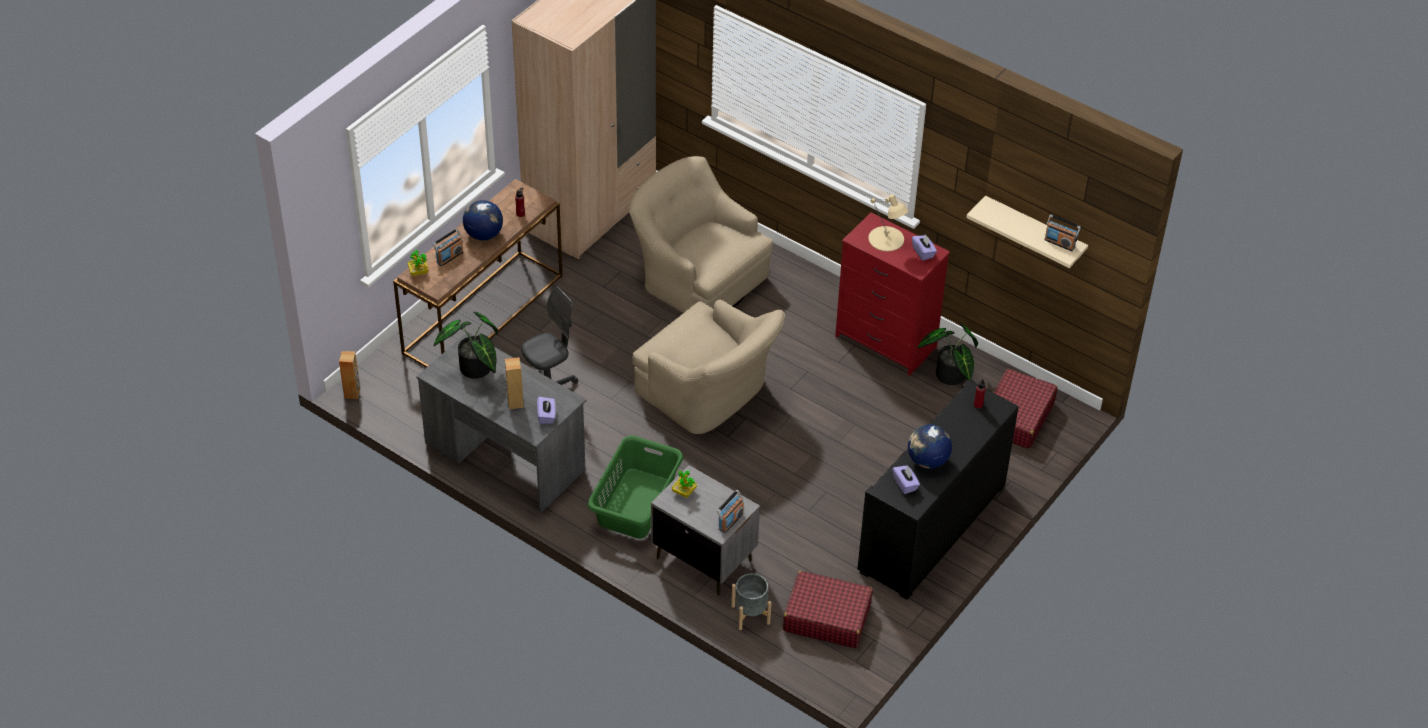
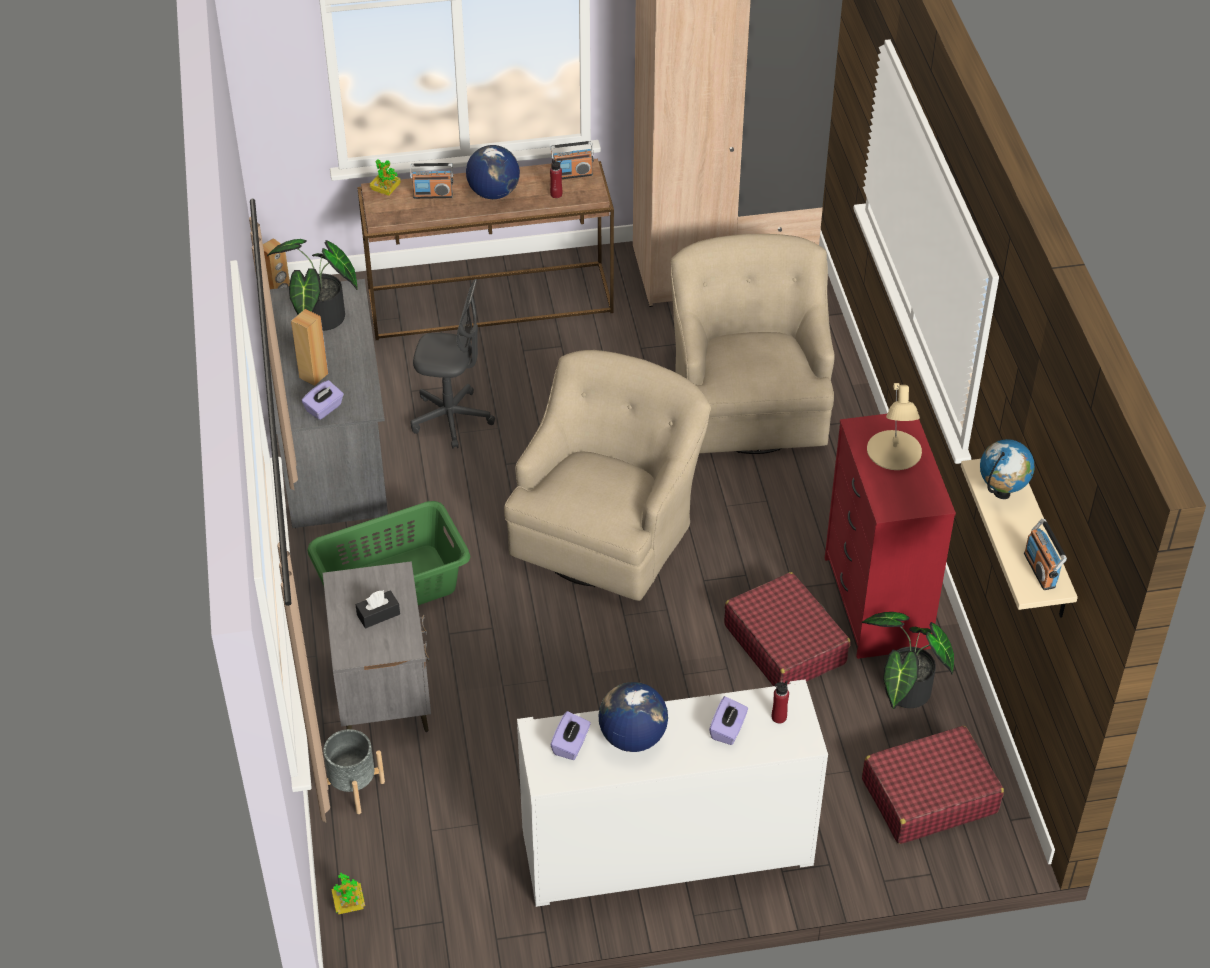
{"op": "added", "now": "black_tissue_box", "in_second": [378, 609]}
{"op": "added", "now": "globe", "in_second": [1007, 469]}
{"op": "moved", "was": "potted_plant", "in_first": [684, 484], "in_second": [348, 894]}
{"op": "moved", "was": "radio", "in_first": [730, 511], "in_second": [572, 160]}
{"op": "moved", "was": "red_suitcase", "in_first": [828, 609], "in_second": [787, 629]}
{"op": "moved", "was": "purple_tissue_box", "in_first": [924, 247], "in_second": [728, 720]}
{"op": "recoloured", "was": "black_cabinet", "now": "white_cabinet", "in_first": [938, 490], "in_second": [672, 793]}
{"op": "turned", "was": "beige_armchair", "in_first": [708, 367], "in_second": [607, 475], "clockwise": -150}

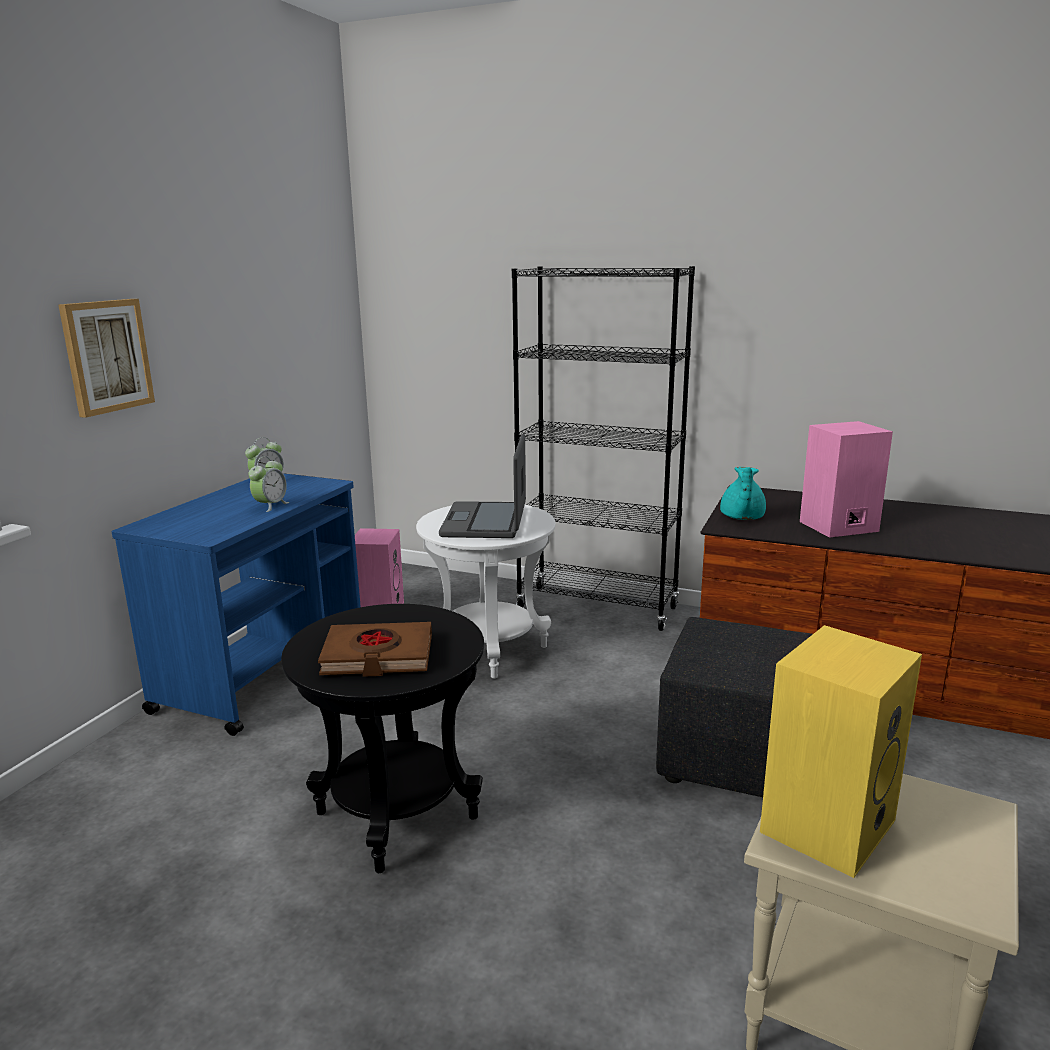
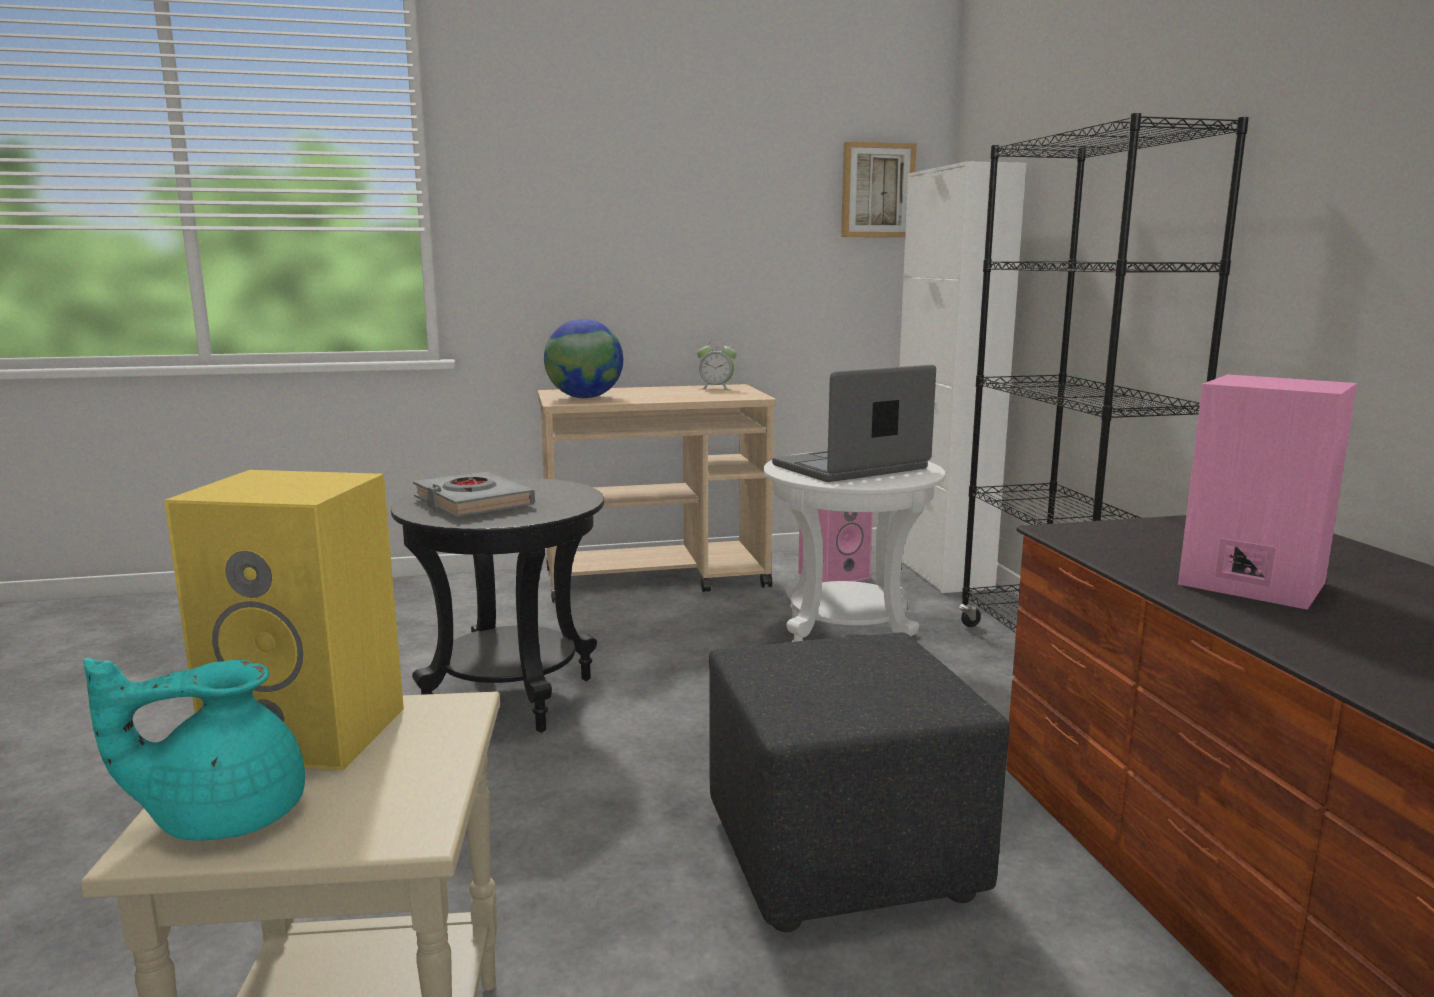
{"op": "removed", "was": "alarm_clock", "in_first": [268, 484]}
{"op": "added", "now": "globe", "in_second": [583, 358]}
{"op": "added", "now": "white_cabinet", "in_second": [962, 377]}
{"op": "moved", "was": "picture", "in_first": [107, 358], "in_second": [879, 189]}
{"op": "moved", "was": "turquoise_teapot", "in_first": [743, 493], "in_second": [194, 749]}
{"op": "recoloured", "was": "blue_cart", "now": "beige_cart", "in_first": [236, 604], "in_second": [657, 493]}
{"op": "recoloured", "was": "brown_book", "now": "grey_book", "in_first": [375, 649], "in_second": [474, 494]}

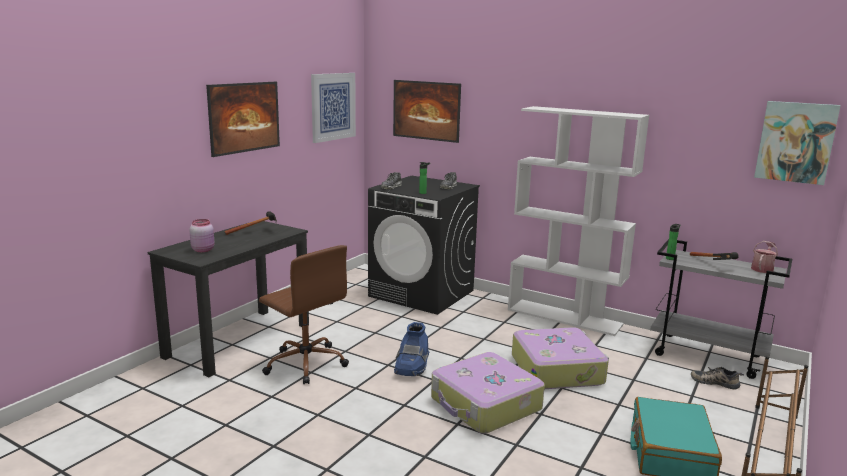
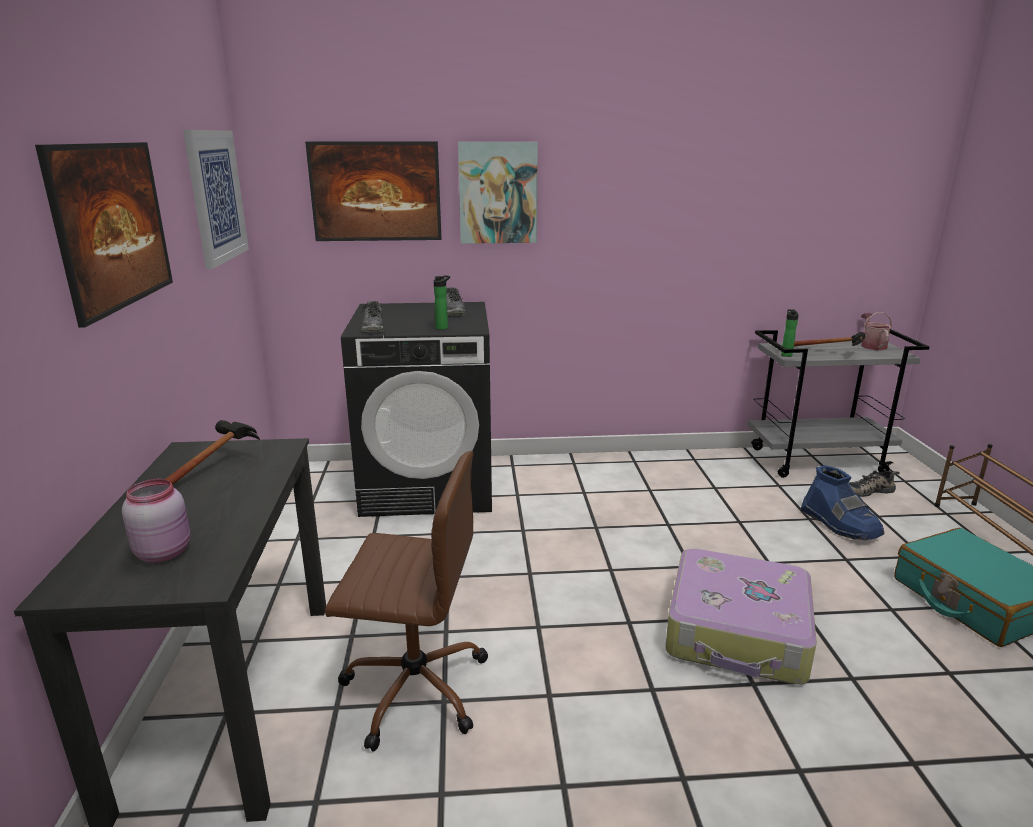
{"op": "removed", "was": "white_bookcase", "in_first": [578, 221]}
{"op": "removed", "was": "suitcase", "in_first": [560, 358]}
{"op": "moved", "was": "blue_boot", "in_first": [411, 349], "in_second": [843, 502]}
{"op": "moved", "was": "picture", "in_first": [797, 143], "in_second": [498, 193]}

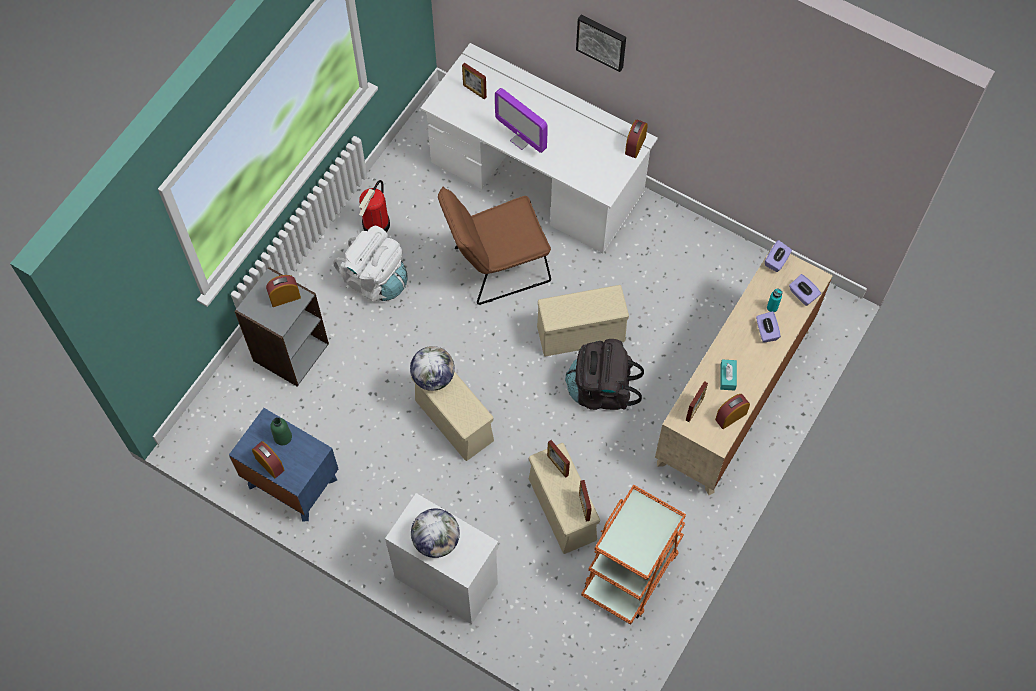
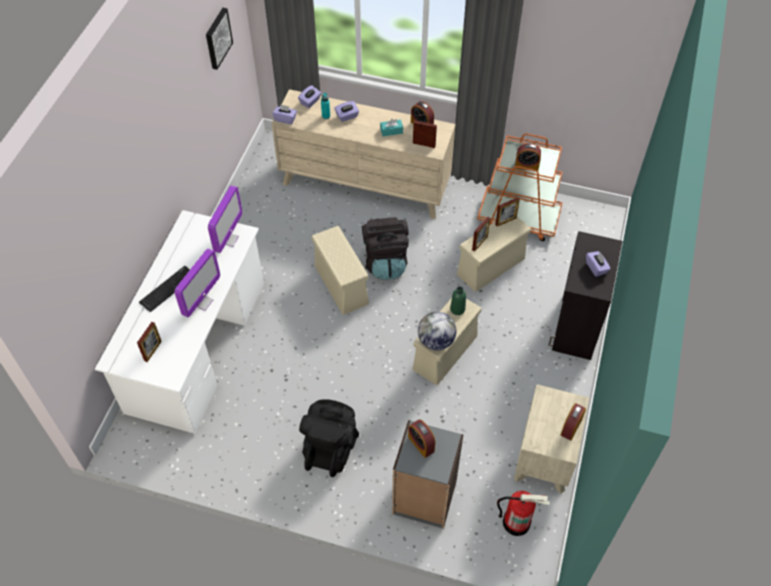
{"op": "removed", "was": "brown_chair", "in_first": [494, 246]}
{"op": "added", "now": "keyboard", "in_second": [164, 289]}
{"op": "added", "now": "monitor", "in_second": [225, 219]}
{"op": "moved", "was": "green_bottle", "in_first": [281, 431], "in_second": [458, 300]}
{"op": "moved", "was": "fire_extinguisher", "in_first": [374, 206], "in_second": [523, 513]}
{"op": "moved", "was": "picture", "in_first": [601, 43], "in_second": [219, 39]}
{"op": "moved", "was": "alarm_clock", "in_first": [636, 139], "in_second": [528, 157]}
{"op": "replaced", "was": "globe", "now": "purple_tissue_box", "in_first": [435, 533], "in_second": [598, 264]}
{"op": "recoloured", "was": "blue_nightstand", "now": "beige_nightstand", "in_first": [283, 464], "in_second": [551, 439]}
{"op": "recoloured", "was": "white_backpack", "now": "black_backpack", "in_first": [370, 264], "in_second": [329, 438]}
{"op": "recoloured", "was": "white_cabinet", "now": "black_cabinet", "in_first": [441, 558], "in_second": [585, 295]}

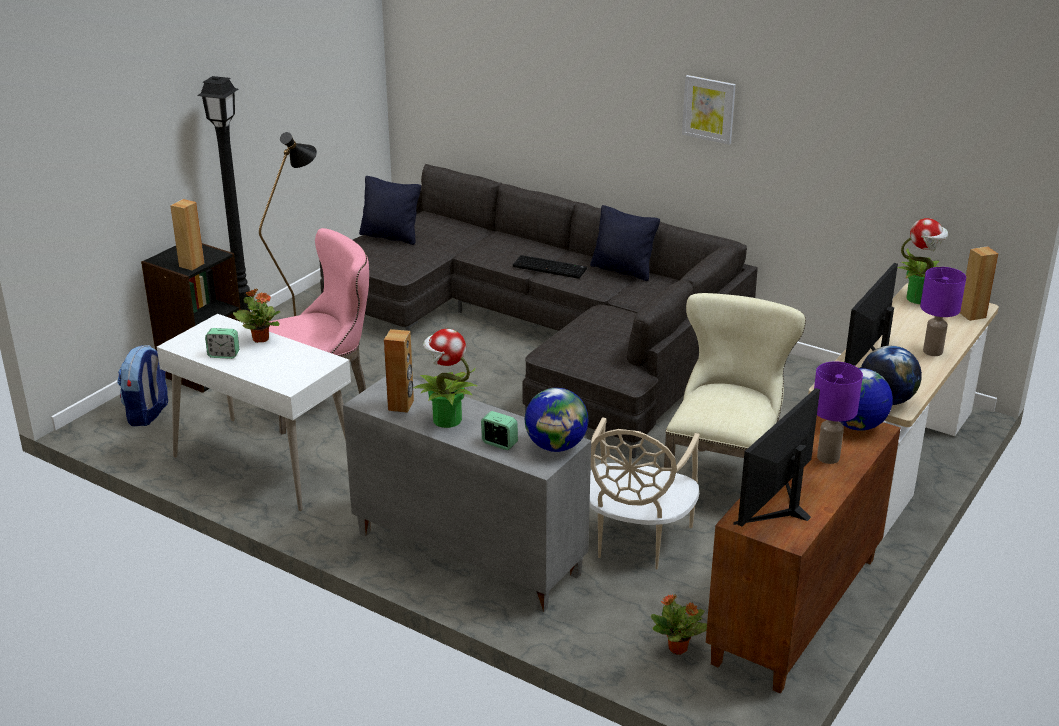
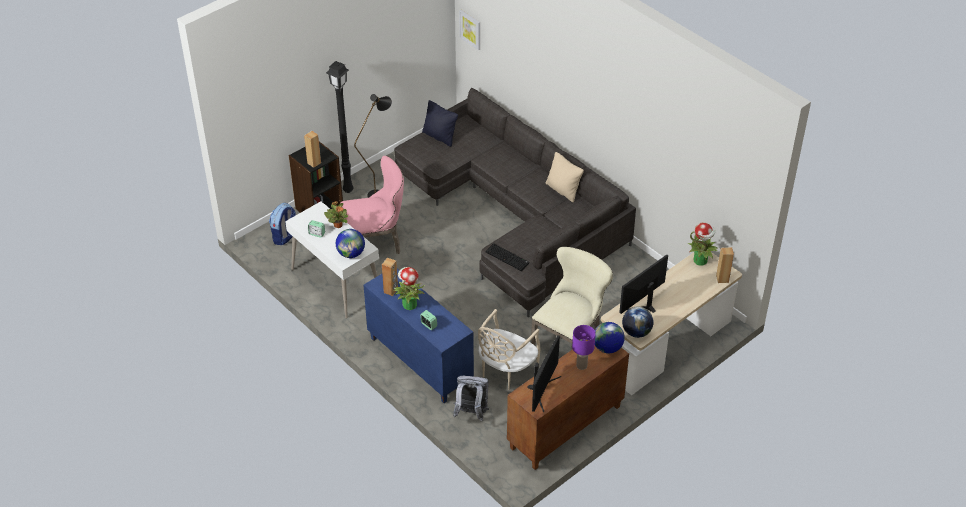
{"op": "removed", "was": "potted_plant", "in_first": [679, 624]}
{"op": "removed", "was": "purple_table_lamp", "in_first": [943, 311]}
{"op": "added", "now": "grey_backpack", "in_second": [471, 398]}
{"op": "moved", "was": "keyboard", "in_first": [550, 267], "in_second": [507, 257]}
{"op": "moved", "was": "globe", "in_first": [557, 420], "in_second": [350, 243]}
{"op": "moved", "was": "picture", "in_first": [709, 110], "in_second": [469, 30]}
{"op": "recoloured", "was": "grey_cabinet", "now": "blue_cabinet", "in_first": [467, 494], "in_second": [418, 335]}
{"op": "recoloured", "was": "black_pillow", "now": "beige_pillow", "in_first": [625, 243], "in_second": [565, 177]}
{"op": "turned", "was": "monitor", "in_first": [776, 457], "in_second": [544, 374], "clockwise": 150}

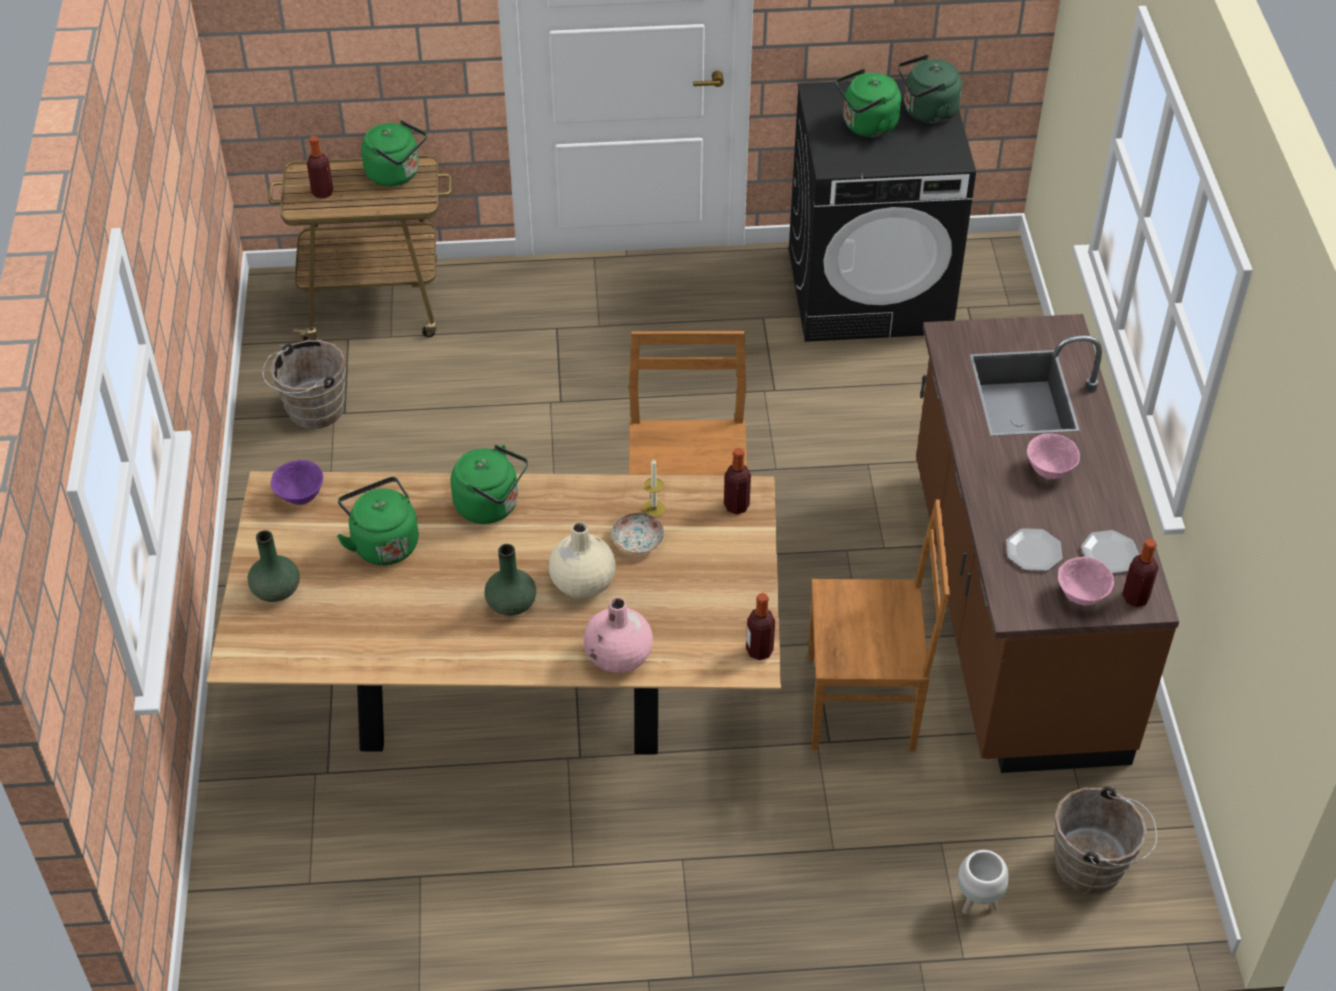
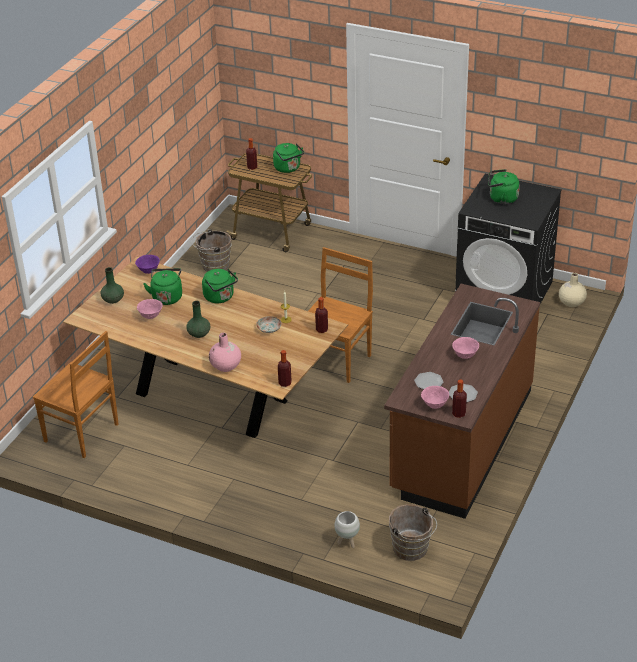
{"op": "removed", "was": "green_kettle", "in_first": [930, 89]}
{"op": "added", "now": "pink_bowl", "in_second": [150, 309]}
{"op": "moved", "was": "beige_vase", "in_first": [582, 560], "in_second": [573, 290]}
{"op": "moved", "was": "brown_chair", "in_first": [879, 625], "in_second": [76, 394]}

